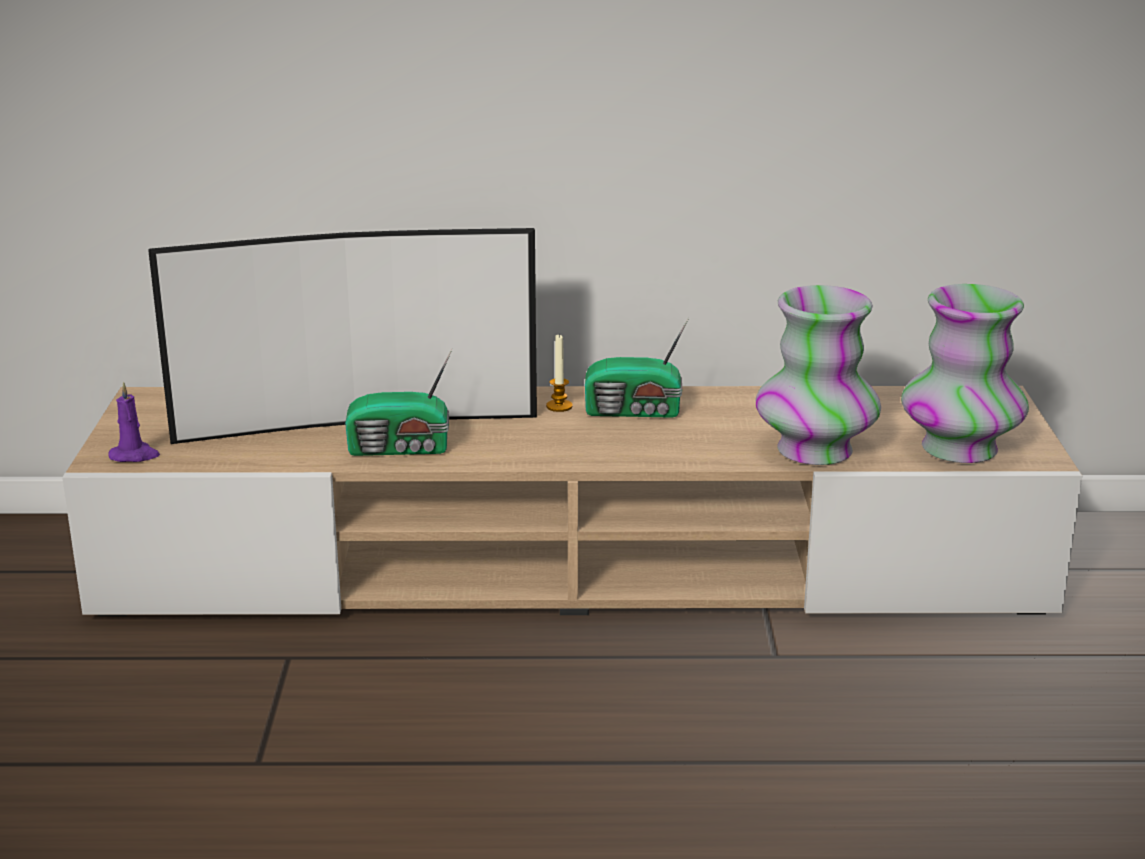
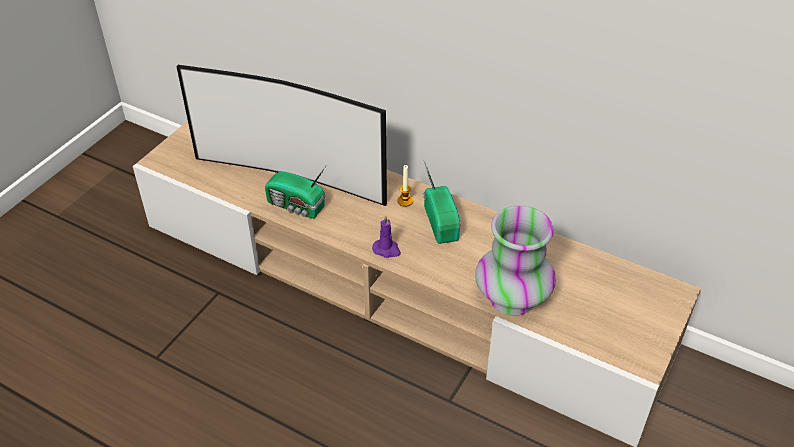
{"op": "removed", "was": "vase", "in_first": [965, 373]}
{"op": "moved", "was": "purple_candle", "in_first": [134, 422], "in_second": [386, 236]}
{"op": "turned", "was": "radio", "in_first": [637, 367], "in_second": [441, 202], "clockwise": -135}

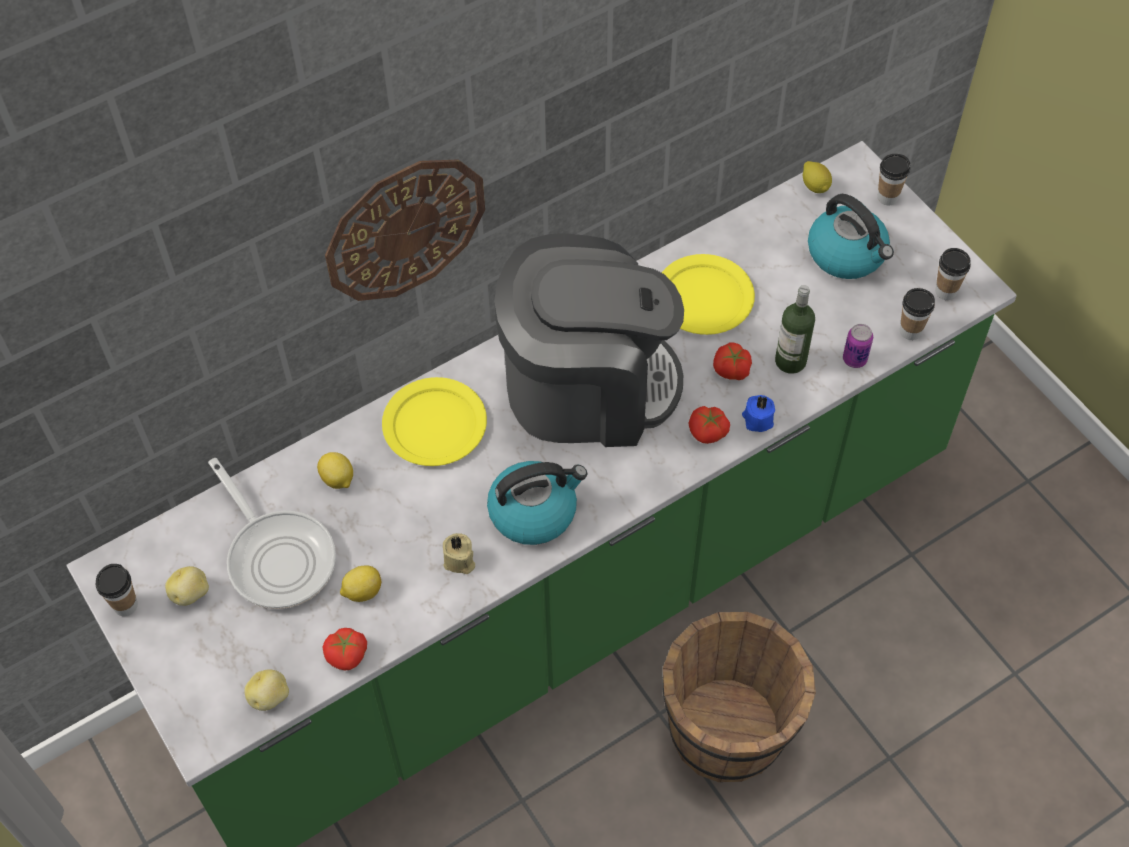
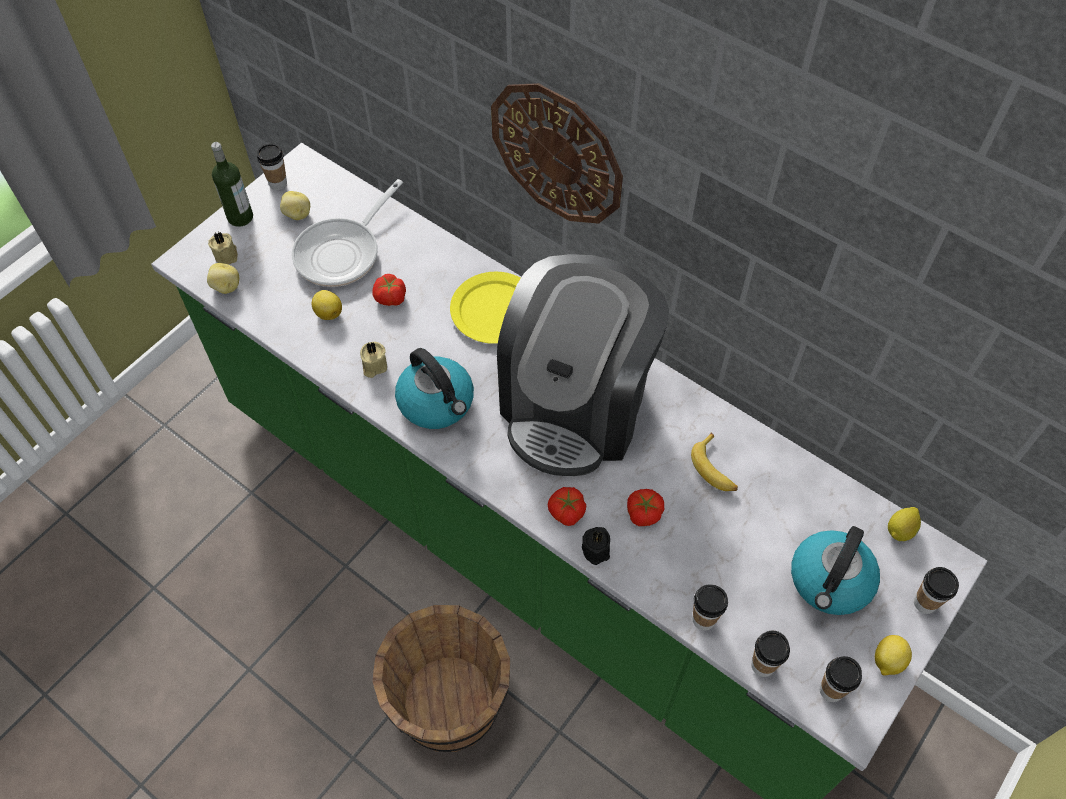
{"op": "added", "now": "beige_candle", "in_second": [223, 248]}
{"op": "moved", "was": "lemon", "in_first": [335, 470], "in_second": [893, 655]}
{"op": "moved", "was": "tomato", "in_first": [345, 649], "in_second": [389, 290]}
{"op": "moved", "was": "bottle", "in_first": [795, 329], "in_second": [232, 184]}
{"op": "replaced", "was": "yellow_plate", "now": "banana", "in_first": [708, 294], "in_second": [714, 461]}
{"op": "replaced", "was": "can", "now": "cup", "in_first": [858, 346], "in_second": [710, 607]}
{"op": "recoloured", "was": "blue_candle", "now": "black_candle", "in_first": [758, 413], "in_second": [596, 546]}
{"op": "turned", "was": "coffee_machine", "in_first": [589, 340], "in_second": [583, 365], "clockwise": 45}

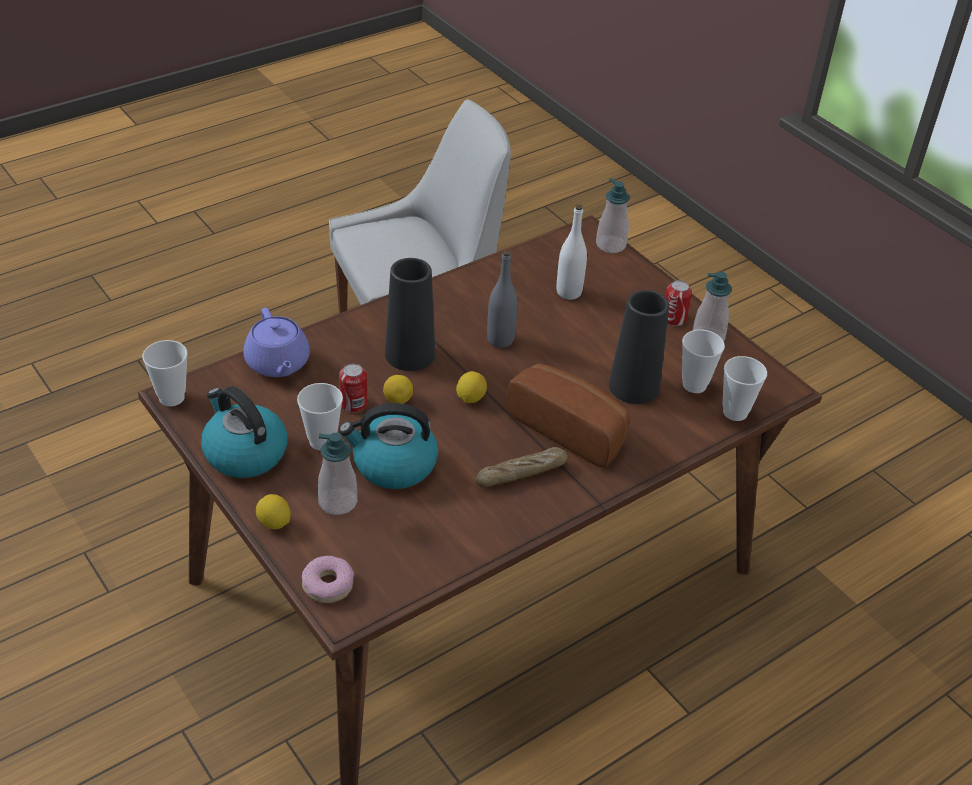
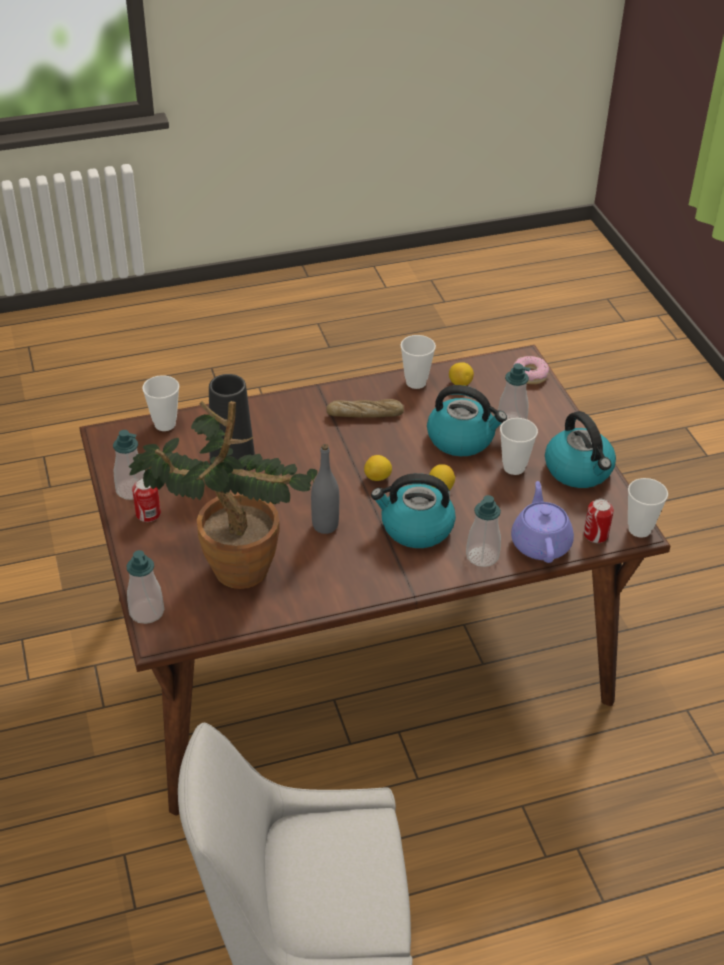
{"op": "removed", "was": "bread", "in_first": [568, 416]}
{"op": "added", "now": "soap_dispenser", "in_second": [483, 531]}
{"op": "moved", "was": "lemon", "in_first": [273, 511], "in_second": [461, 374]}
{"op": "moved", "was": "can", "in_first": [353, 388], "in_second": [599, 521]}
{"op": "moved", "was": "cup", "in_first": [703, 361], "in_second": [418, 362]}
{"op": "replaced", "was": "black_vase", "now": "kettle", "in_first": [410, 314], "in_second": [413, 510]}
{"op": "replaced", "was": "white_bottle", "now": "potted_plant", "in_first": [572, 252], "in_second": [223, 495]}

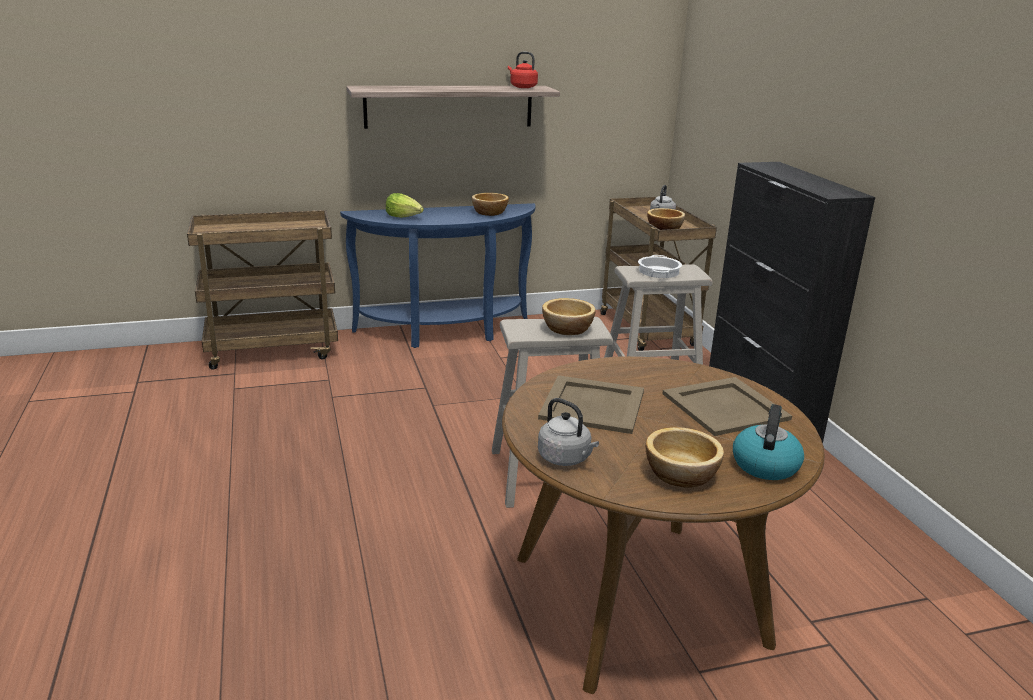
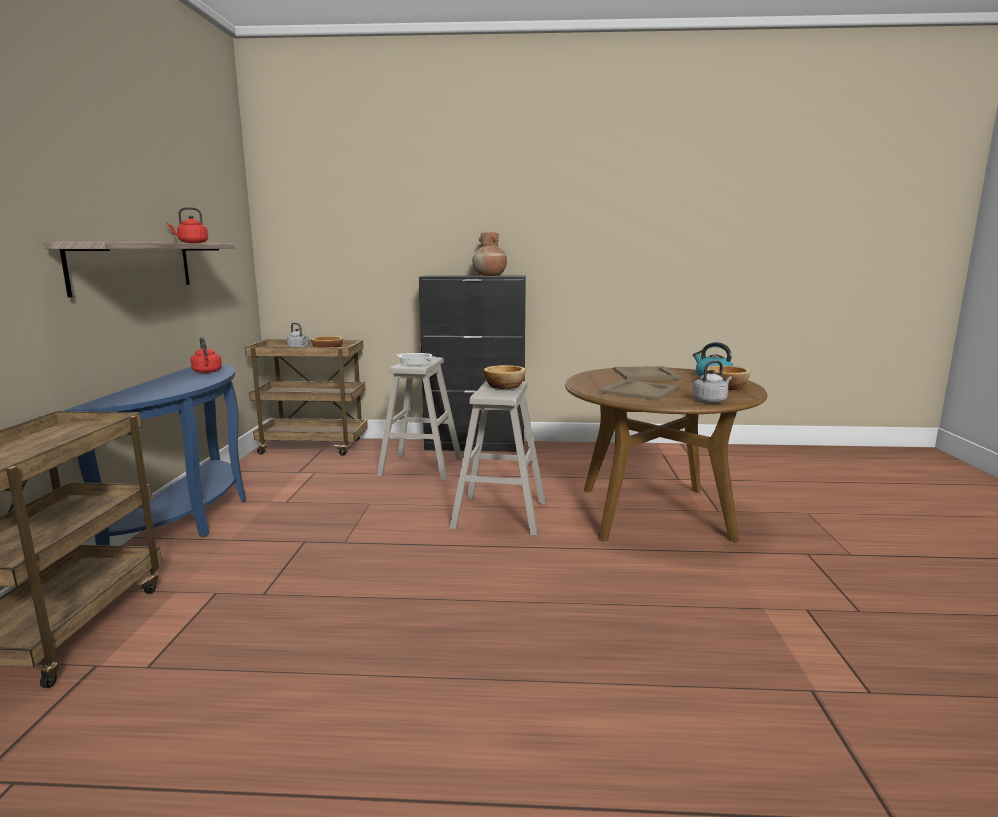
{"op": "removed", "was": "lettuce", "in_first": [405, 205]}
{"op": "added", "now": "brown_vase", "in_second": [489, 254]}
{"op": "replaced", "was": "bowl", "now": "red_kettle", "in_first": [490, 204], "in_second": [206, 355]}

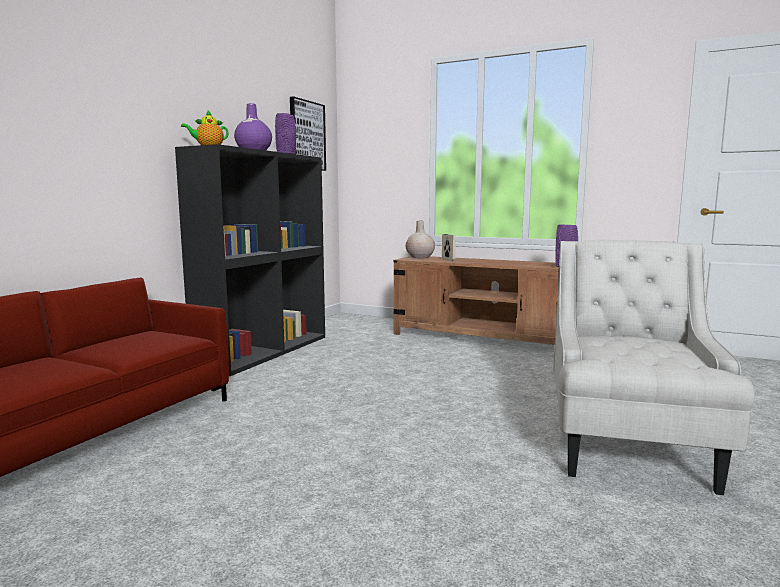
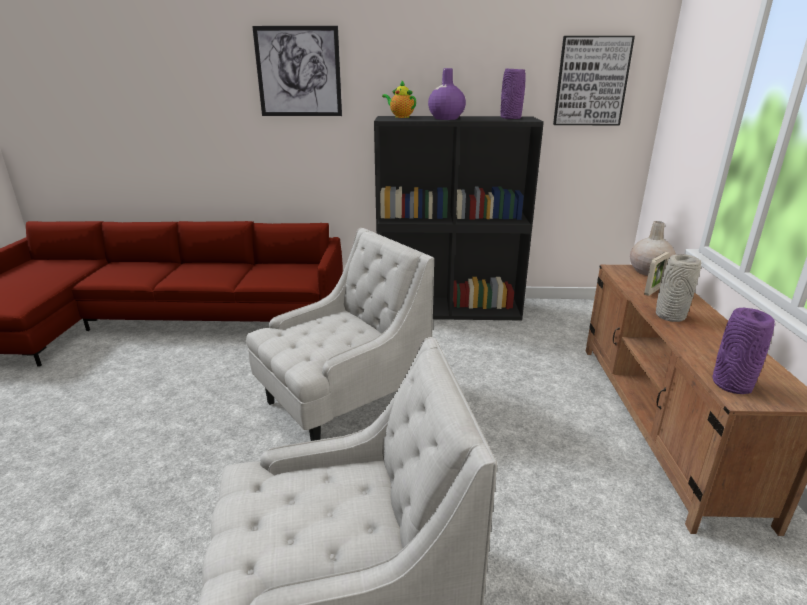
{"op": "added", "now": "white_armchair", "in_second": [340, 334]}
{"op": "added", "now": "picture", "in_second": [297, 71]}
{"op": "added", "now": "grey_vase", "in_second": [678, 288]}

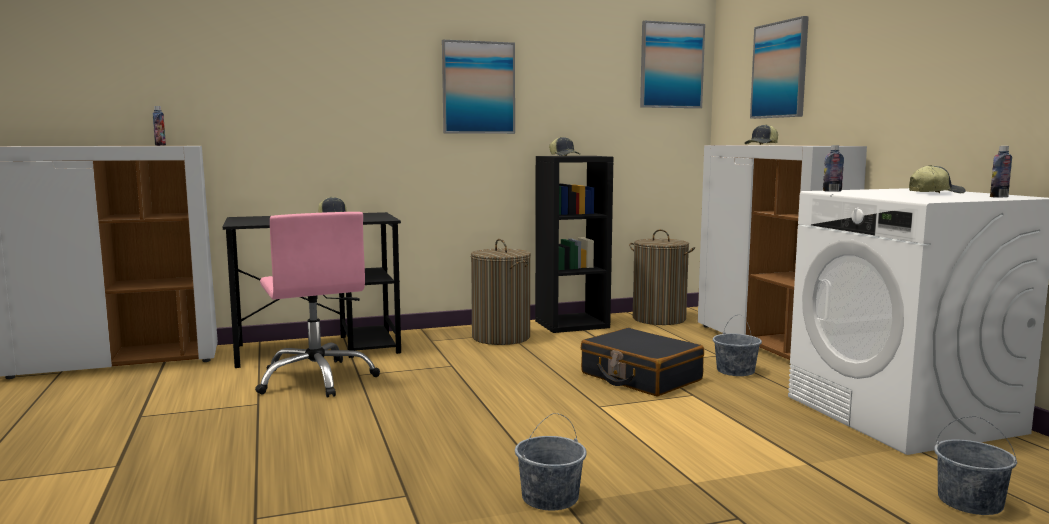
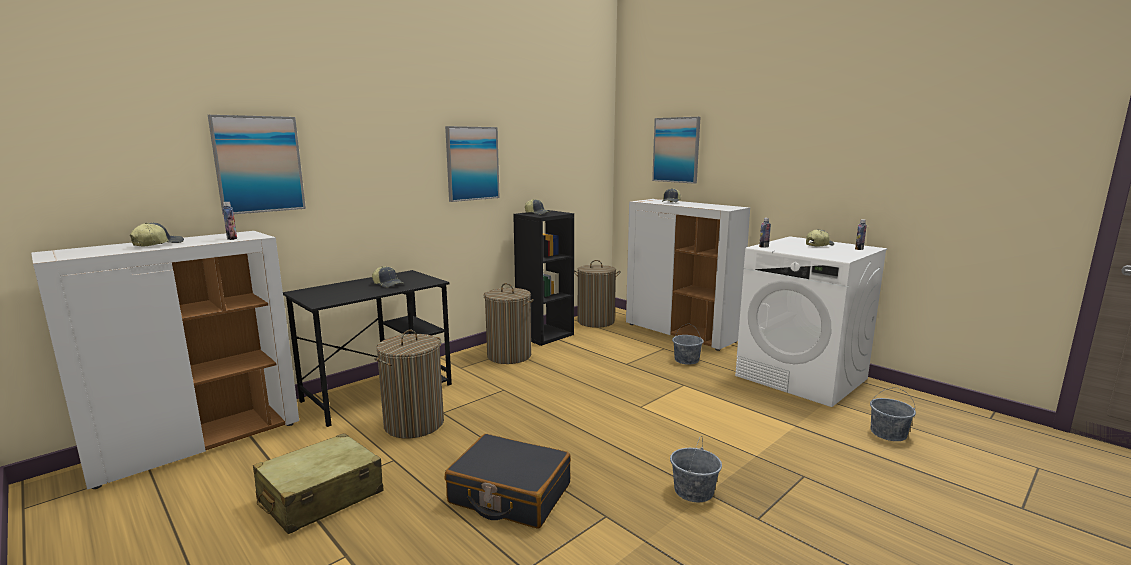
{"op": "added", "now": "cap", "in_second": [157, 234]}
{"op": "added", "now": "beige_suitcase", "in_second": [318, 483]}
{"op": "moved", "was": "black_suitcase", "in_first": [642, 362], "in_second": [508, 481]}
{"op": "moved", "was": "picture", "in_first": [672, 64], "in_second": [257, 164]}
{"op": "replaced", "was": "pink_office_chair", "now": "laundry_basket", "in_first": [317, 305], "in_second": [409, 383]}

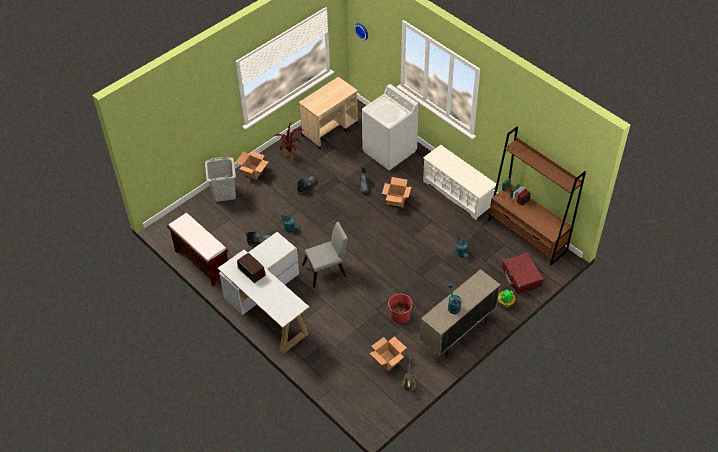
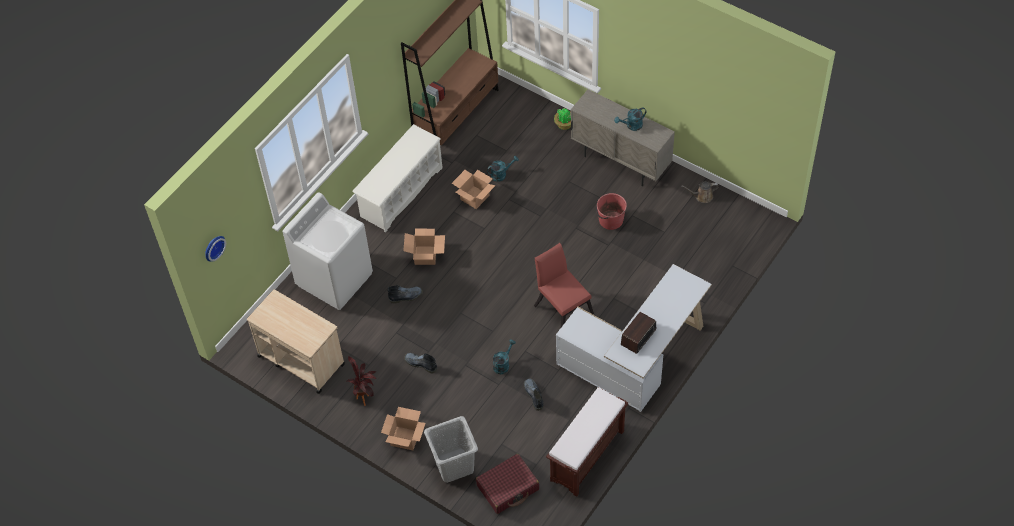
{"op": "moved", "was": "cardboard_box", "in_first": [388, 353], "in_second": [474, 189]}
{"op": "moved", "was": "red_suitcase", "in_first": [522, 273], "in_second": [507, 484]}
{"op": "recoloured", "was": "grey_chair", "now": "red_chair", "in_first": [325, 254], "in_second": [564, 285]}

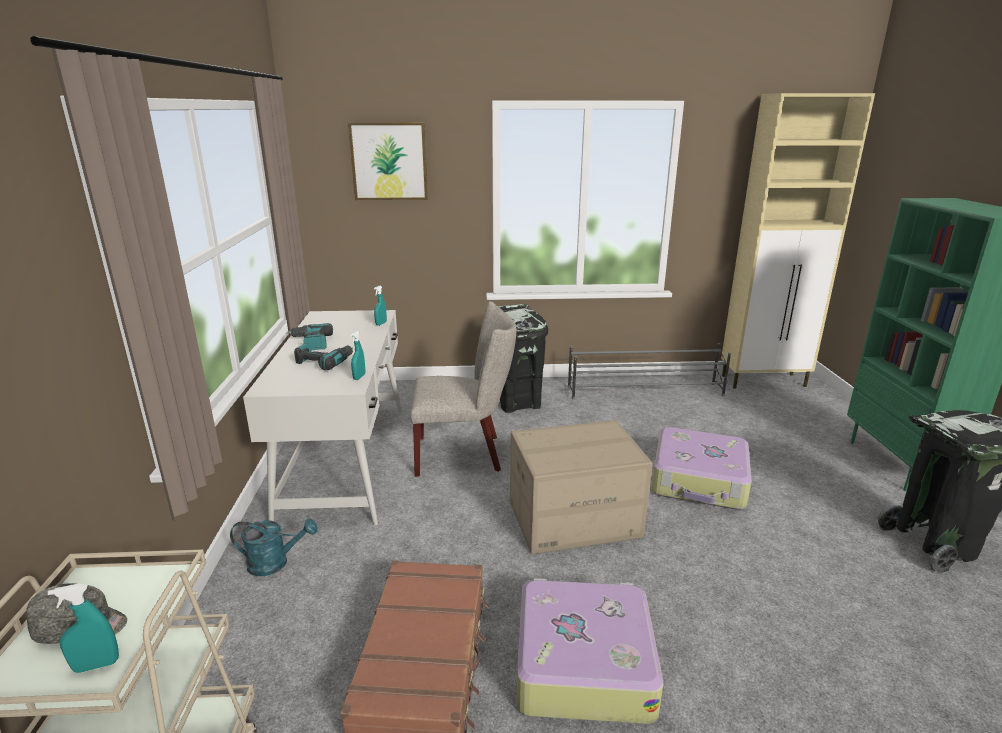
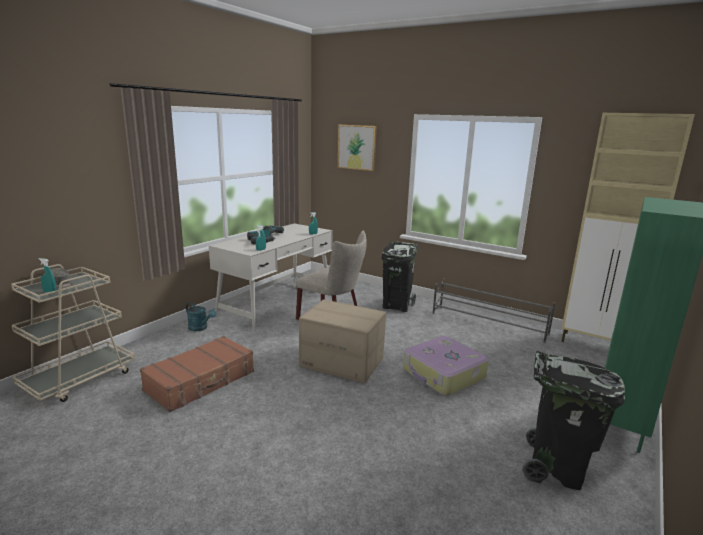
{"op": "removed", "was": "suitcase", "in_first": [590, 651]}

